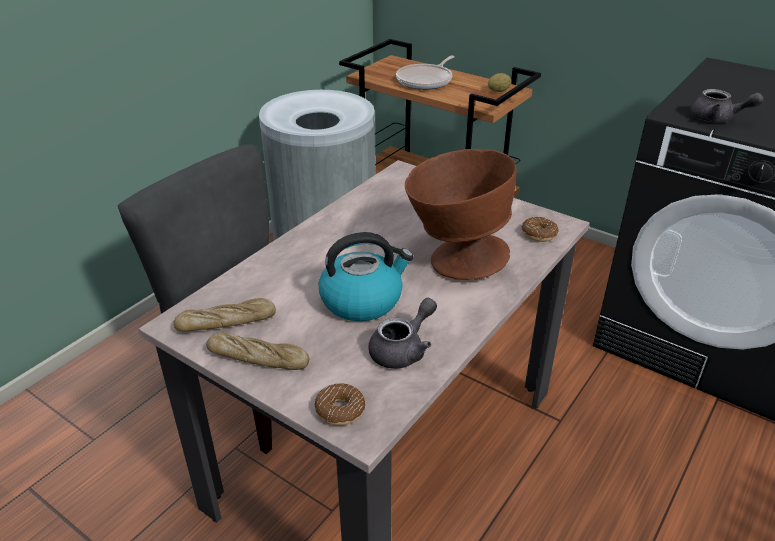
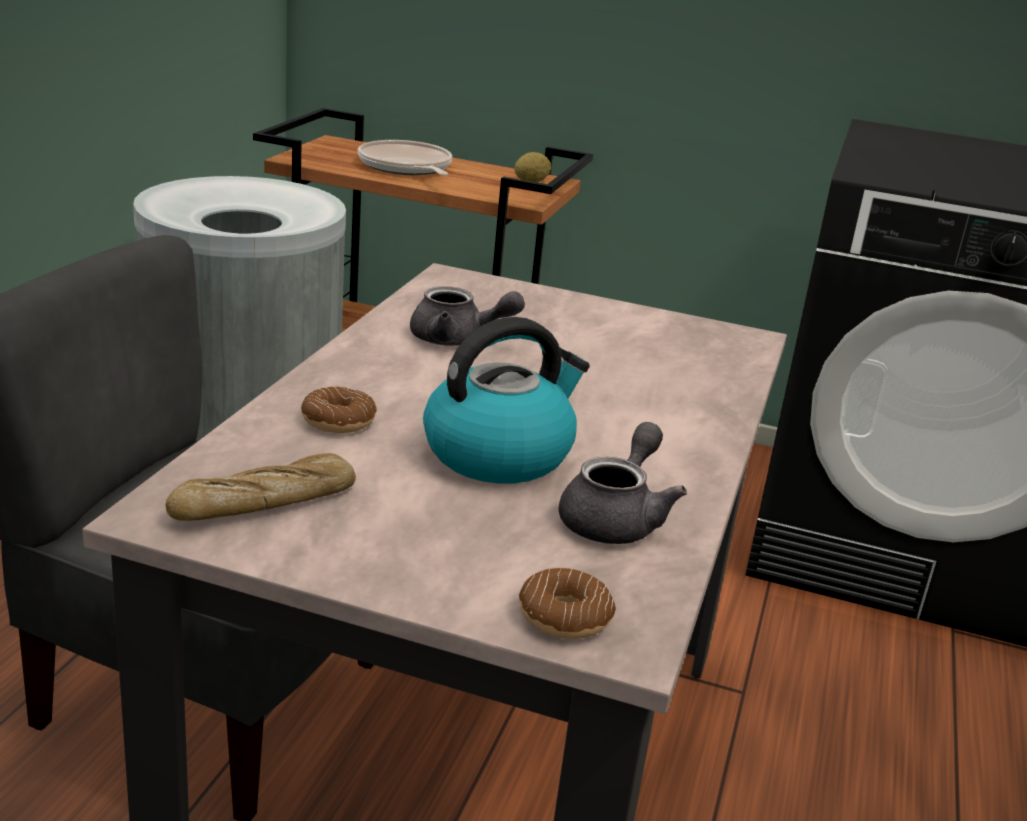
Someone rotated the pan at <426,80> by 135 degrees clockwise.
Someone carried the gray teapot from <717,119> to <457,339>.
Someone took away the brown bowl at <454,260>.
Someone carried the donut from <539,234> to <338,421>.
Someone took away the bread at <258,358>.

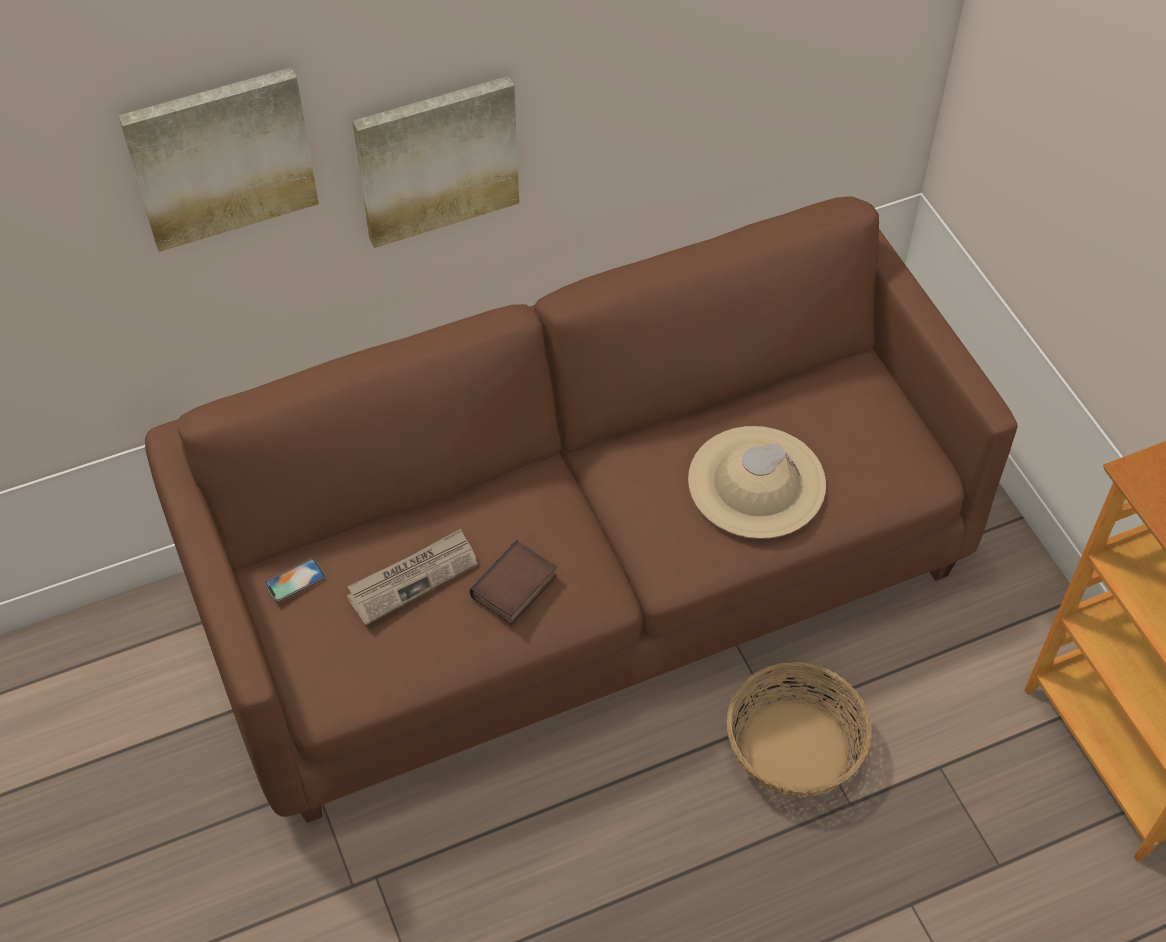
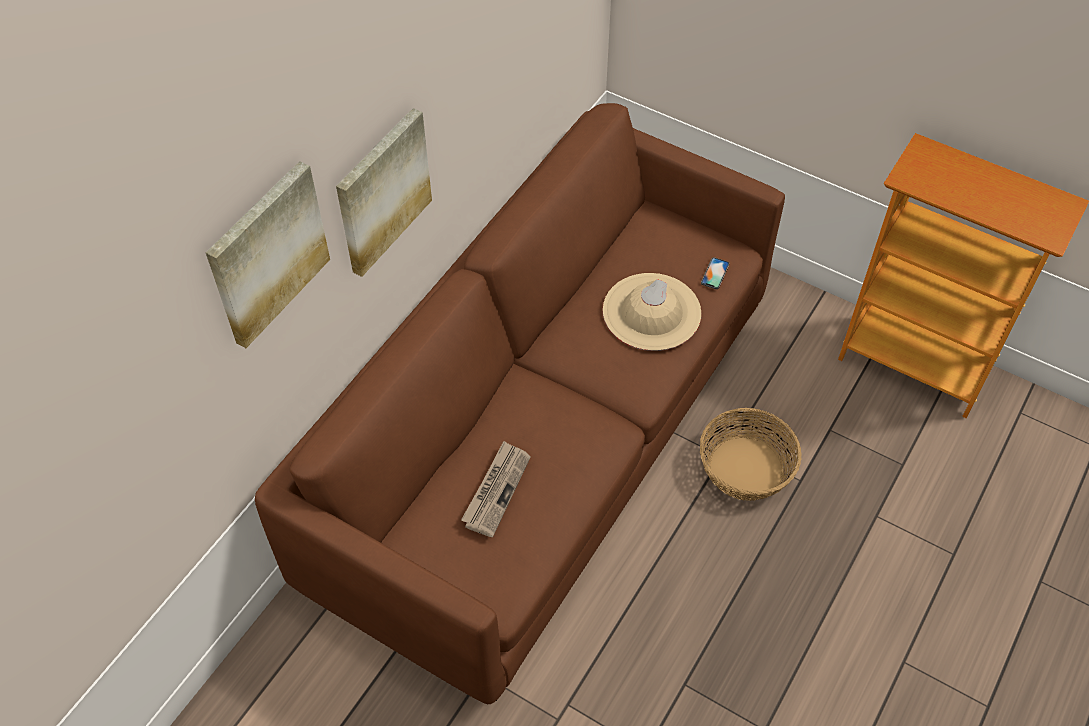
Someone took away the bound book at <515,589>.
Someone carried the phone from <295,580> to <715,273>.

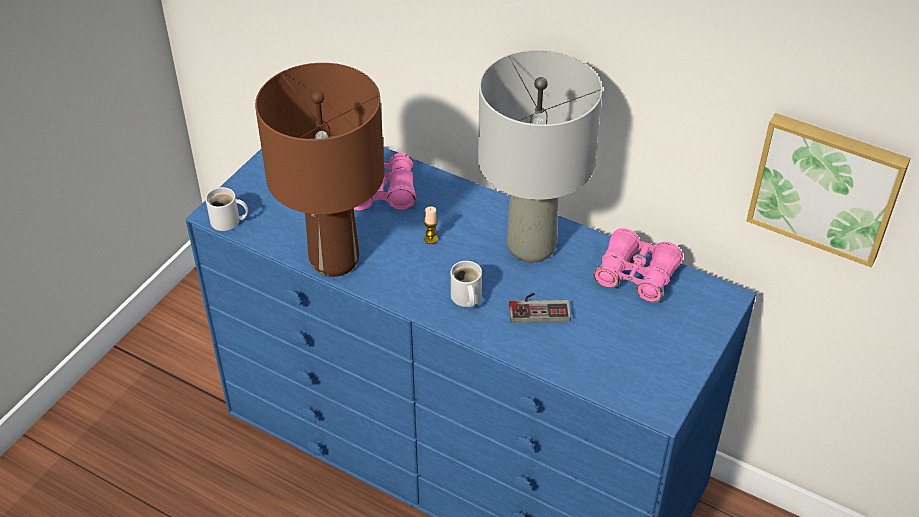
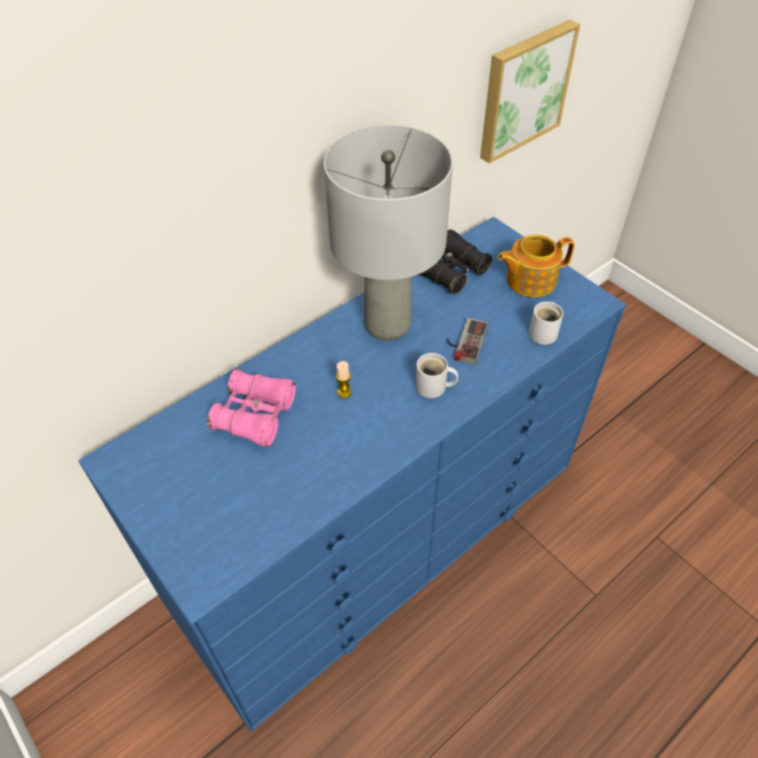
Someone took away the brown tabletop lamp at <334,259>.
Someone carried the white-coloured tea mug from <227,222> to <544,332>.
Someone repainted the pinkish binoculars at <636,275>, which became the black binoculars at <450,271>.
Someone put down the teapot at <529,280>.

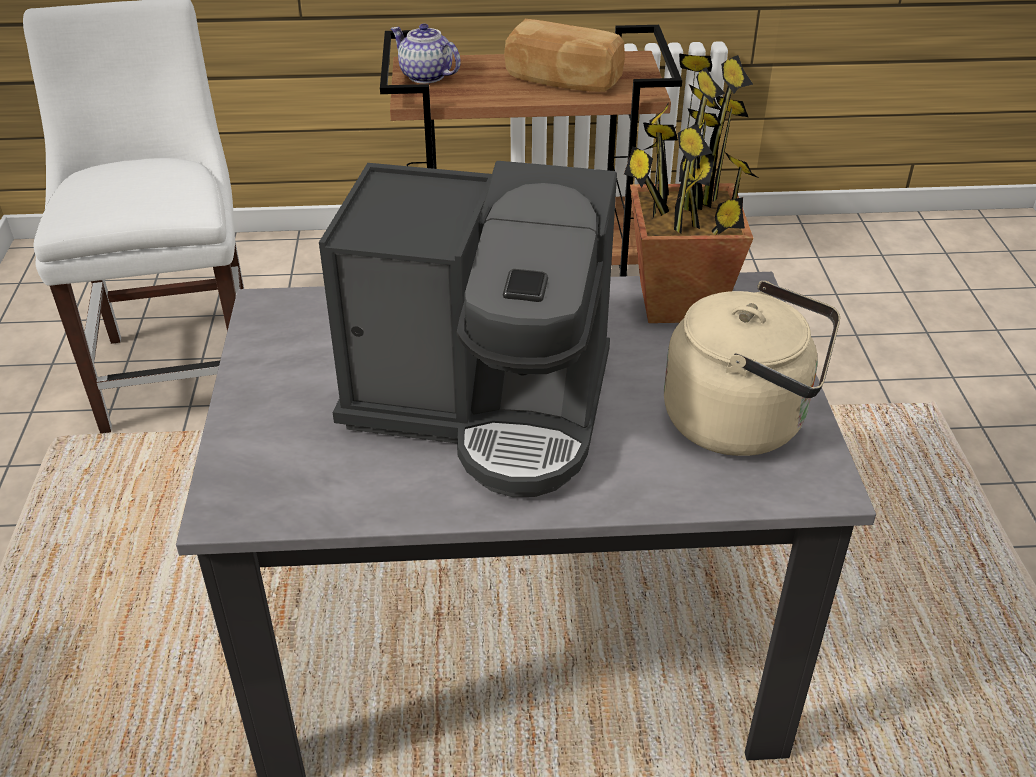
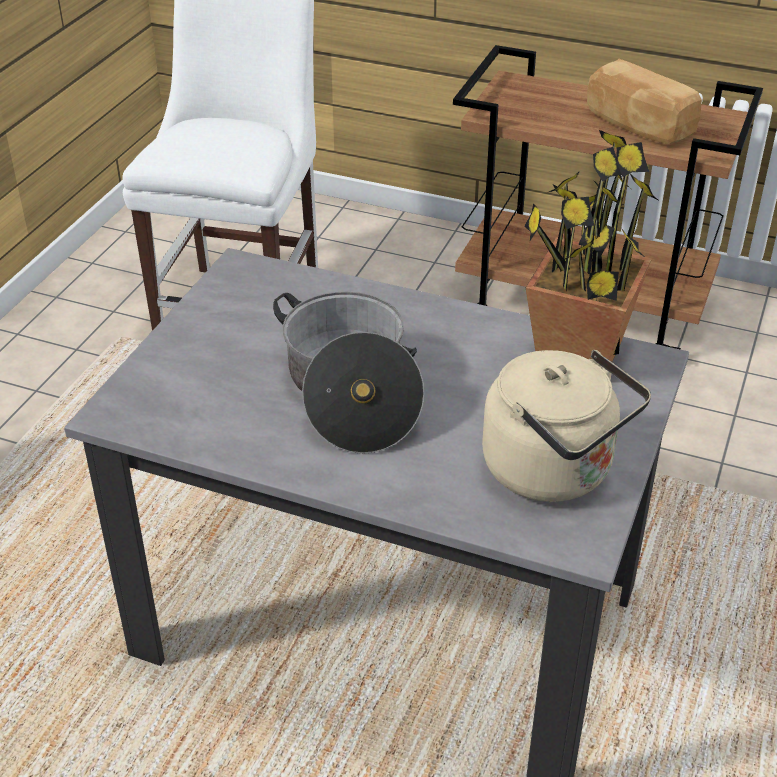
Someone took away the teapot at <425,76>.
Someone swapped the coffee brewer at <483,405> for the stockpot at <350,393>.

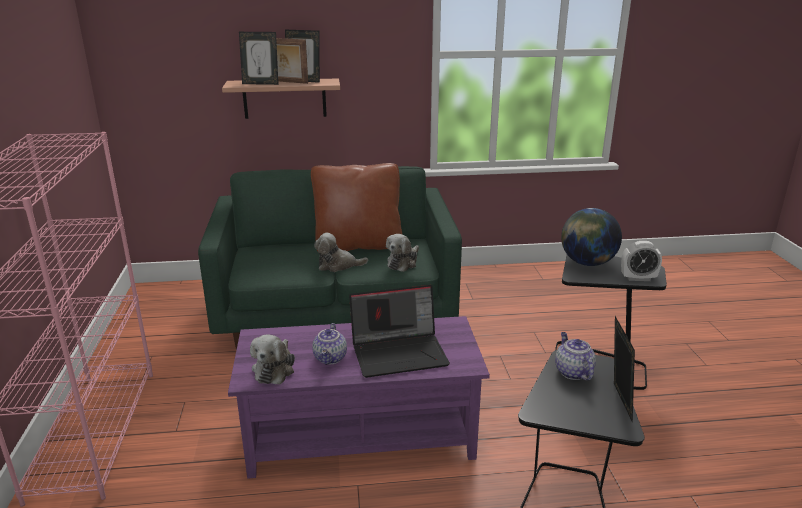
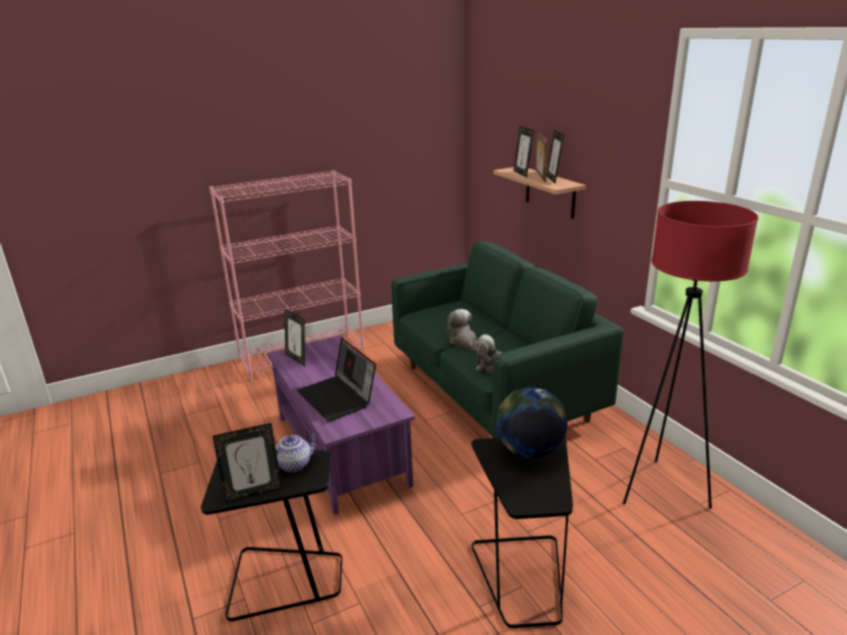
Someone took away the brown cushion at <358,245>.
Someone took away the bedside clock at <638,278>.
Someone took away the teapot at <331,358>.
Someone swapped the soft toy at <274,369> for the picture frame at <297,359>.
Someone put down the red floor lamp at <661,490>.

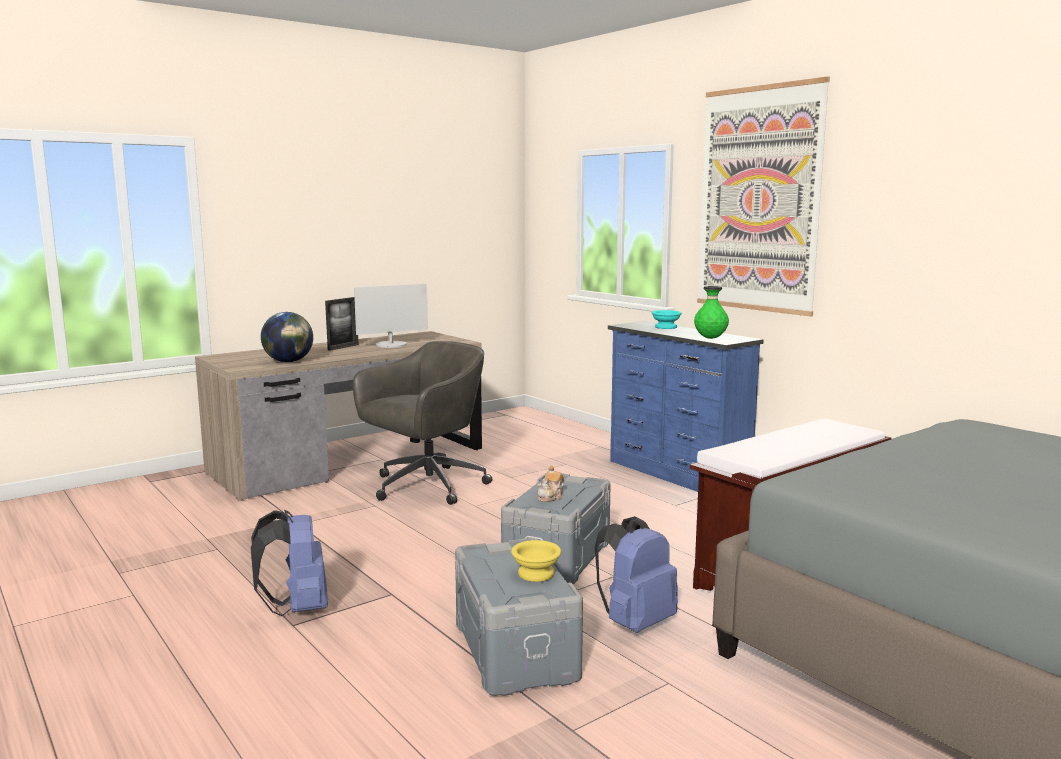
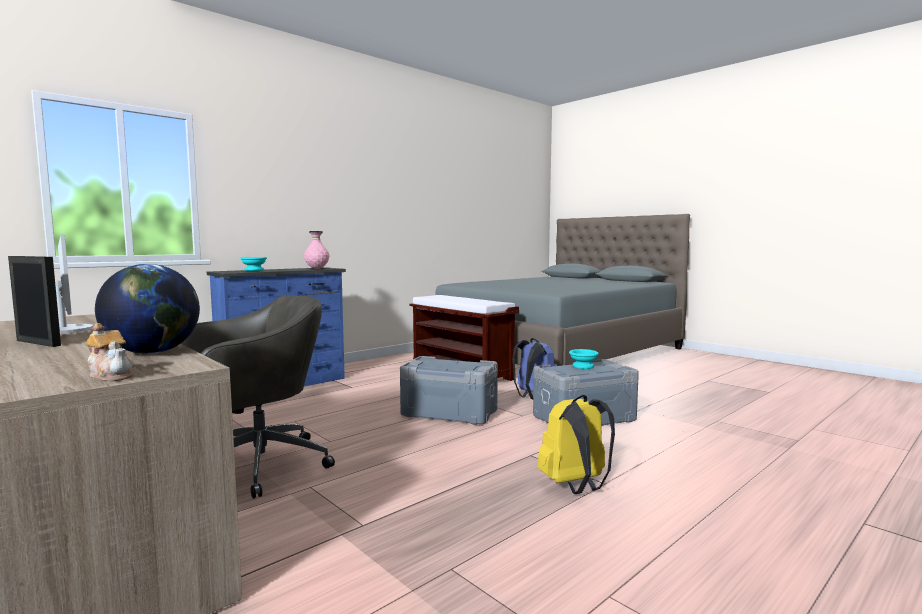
Someone took away the wall art at <758,200>.
Someone repainted the greenish vase at <710,338>, which became the pinkish vase at <317,268>.
Someone rotated the gray desk chair at <426,486> by 105 degrees clockwise.
Someone carried the teapot from <551,497> to <112,376>.
Someone repainted the blue backpack at <298,608>, which became the yellow-coloured backpack at <576,486>.
Someone repainted the yellow-coloured bowl at <536,573>, which became the turquoise-coloured bowl at <582,366>.

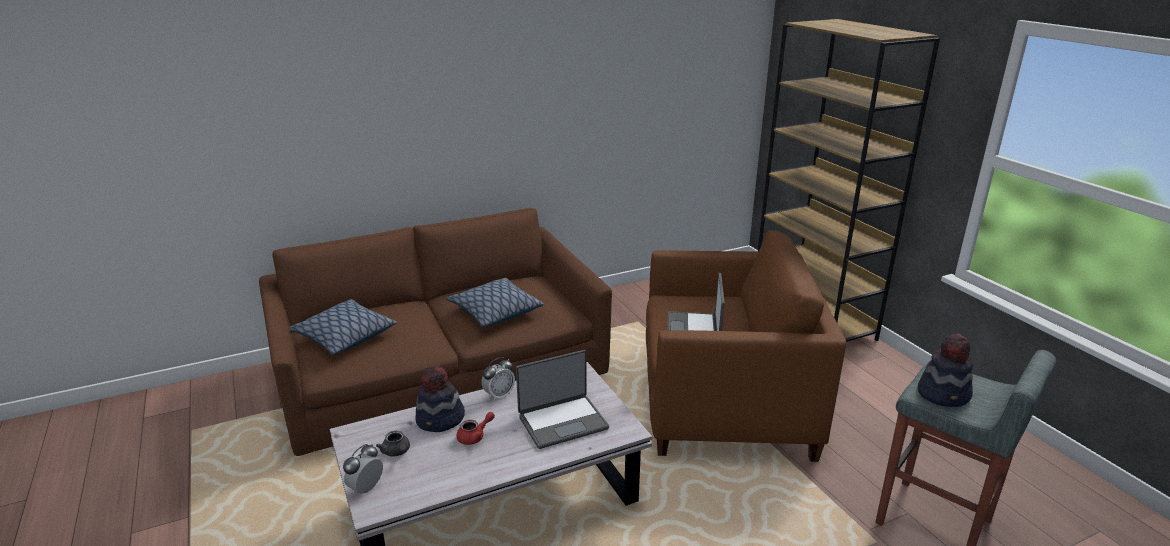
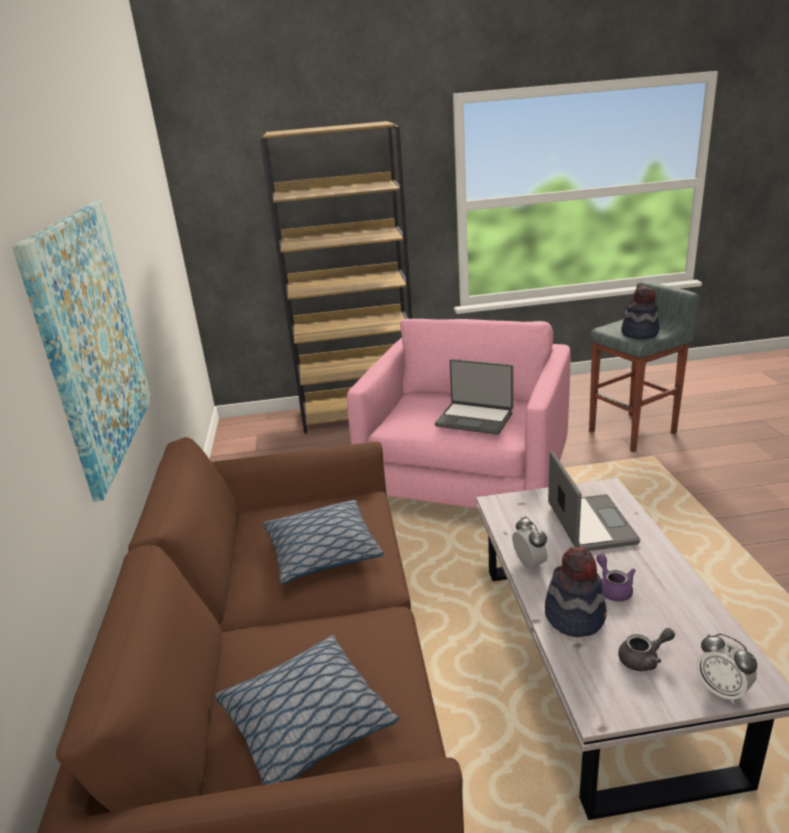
Someone repainted the brown easy chair at <725,403>, which became the pinkish easy chair at <467,482>.
Someone repainted the red teapot at <475,437>, which became the purple teapot at <613,588>.
Someone put up the wall art at <92,340>.

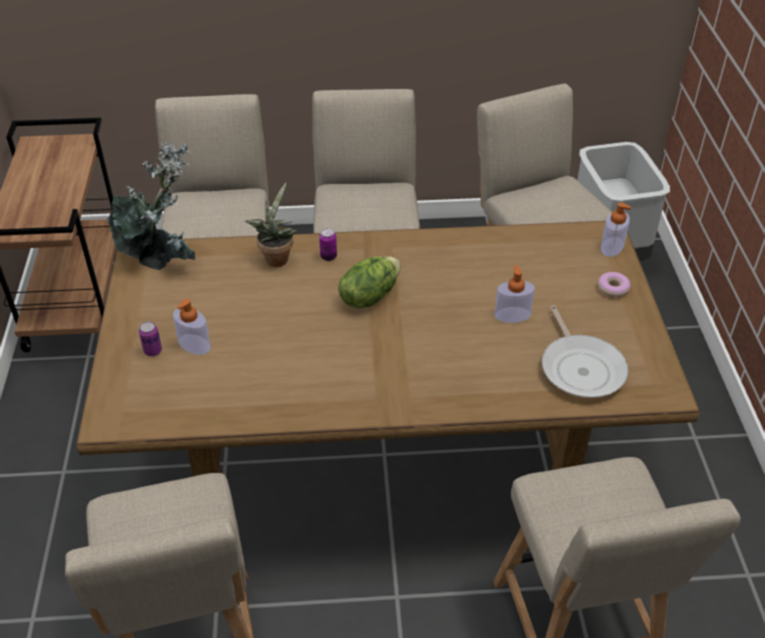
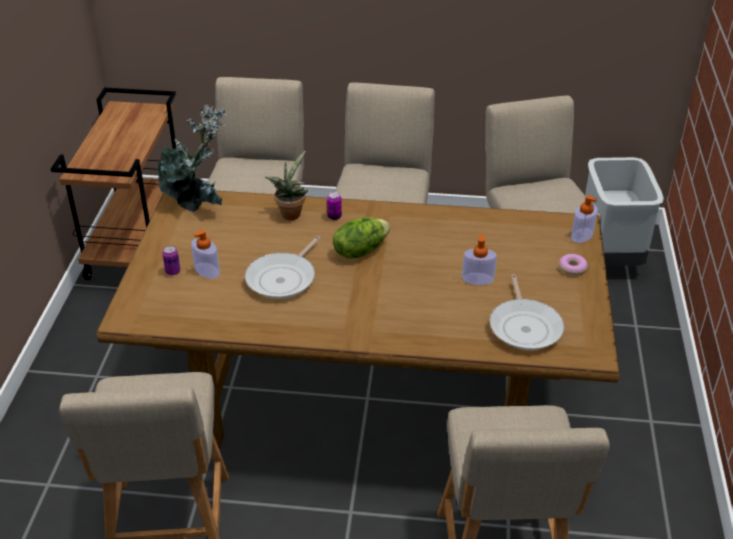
Someone put down the pan at <283,278>.

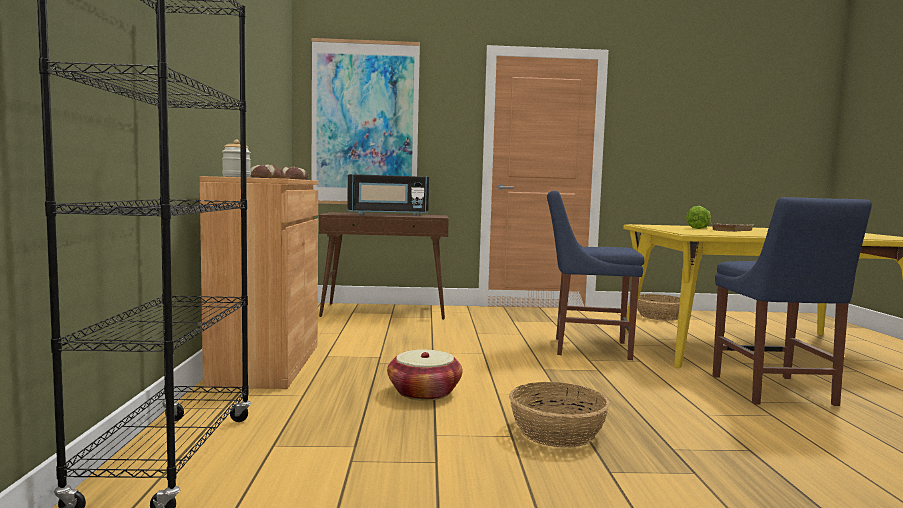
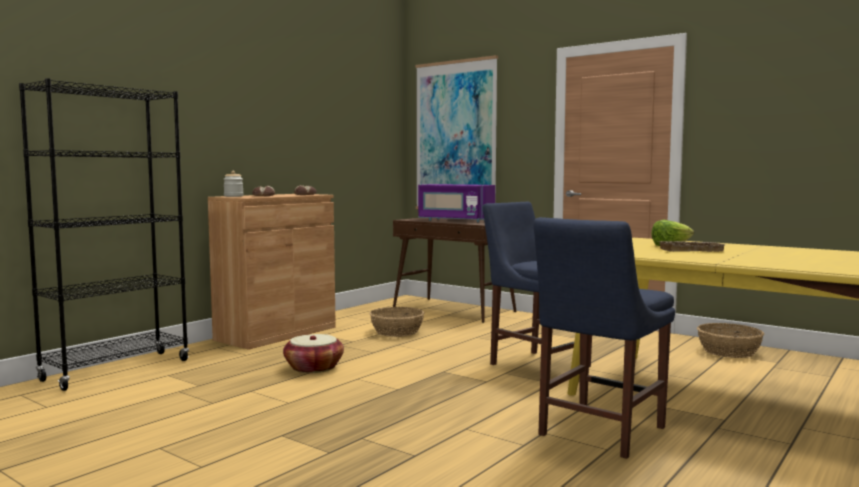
Someone repainted the black microwave at <387,214>, which became the purple microwave at <455,220>.
Someone carried the household basket from <556,432> to <397,331>.

